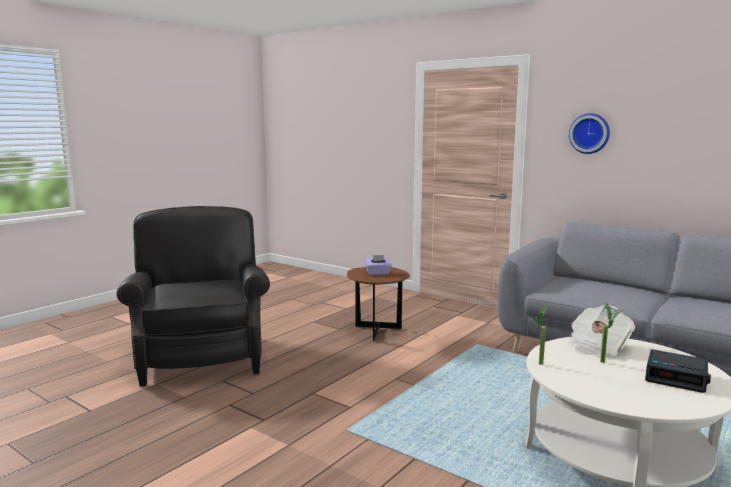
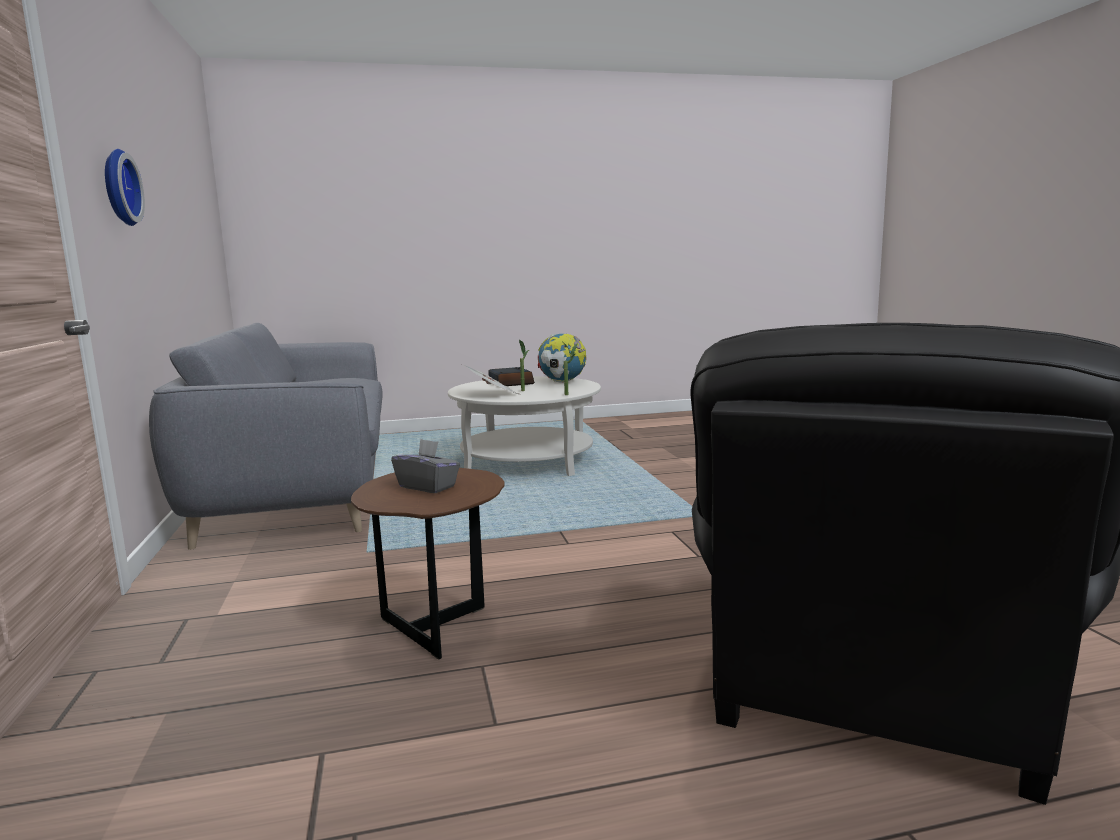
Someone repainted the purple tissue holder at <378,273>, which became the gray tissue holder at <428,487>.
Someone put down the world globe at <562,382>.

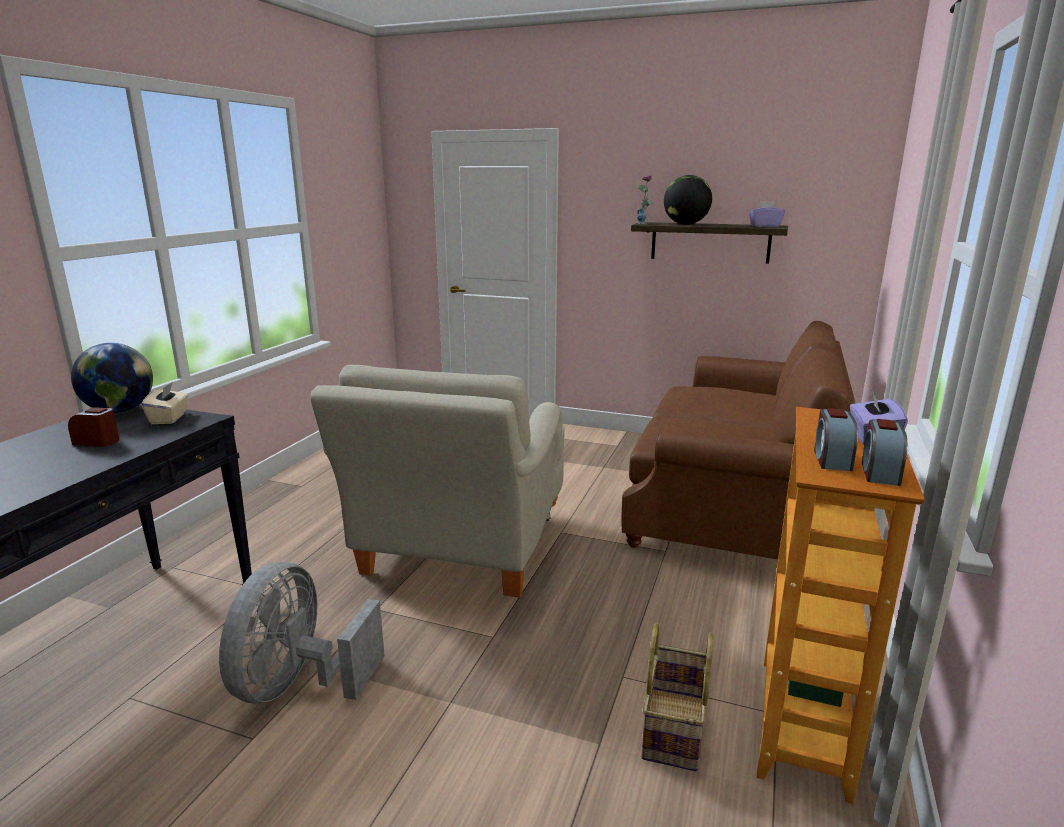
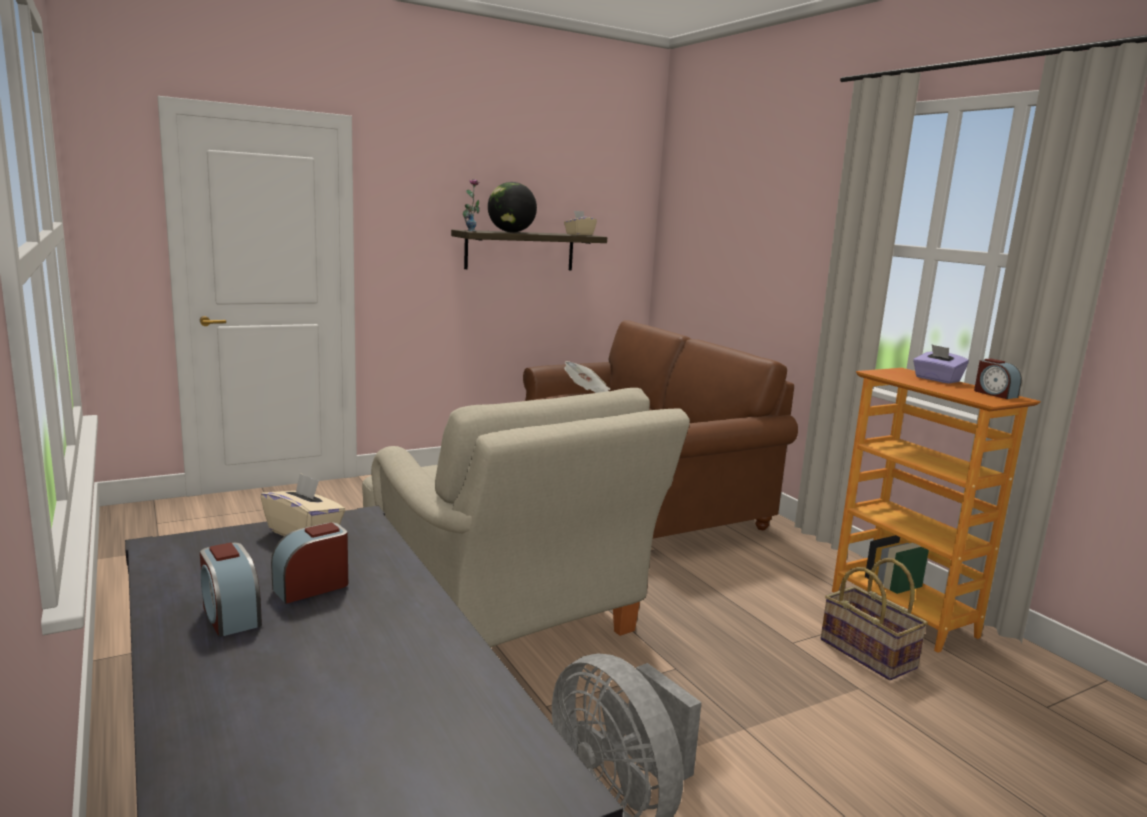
Someone repainted the purple tissue holder at <765,226>, which became the beige-coloured tissue holder at <579,234>.
Someone took away the world globe at <120,410>.
Someone carried the bedside clock from <831,459> to <230,615>.
Someone put down the printed paper at <587,392>.

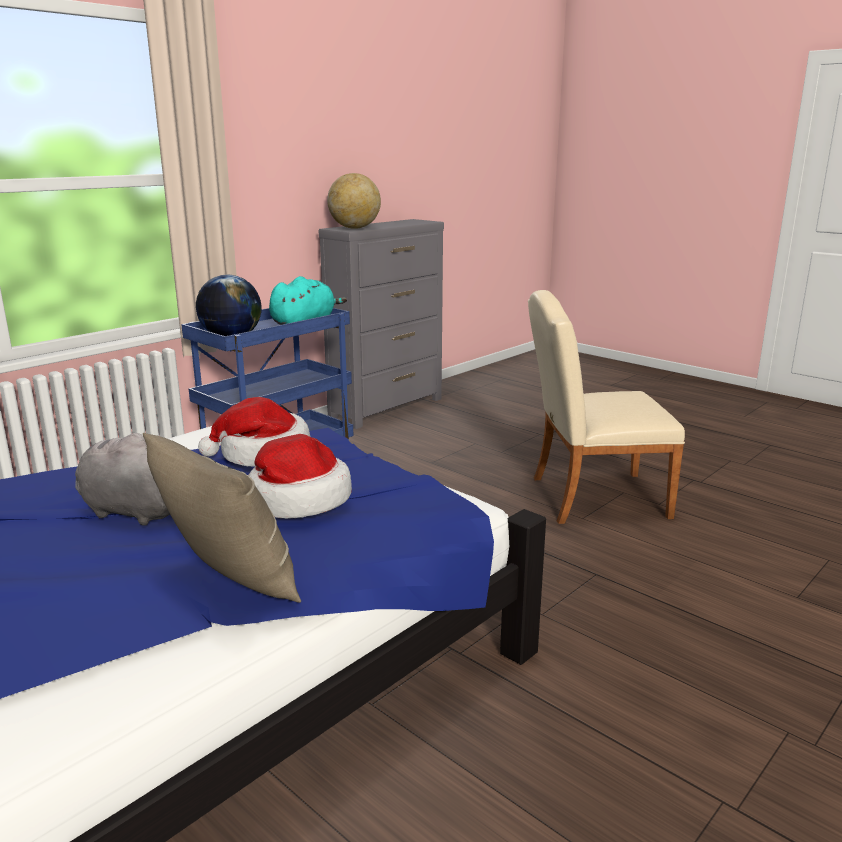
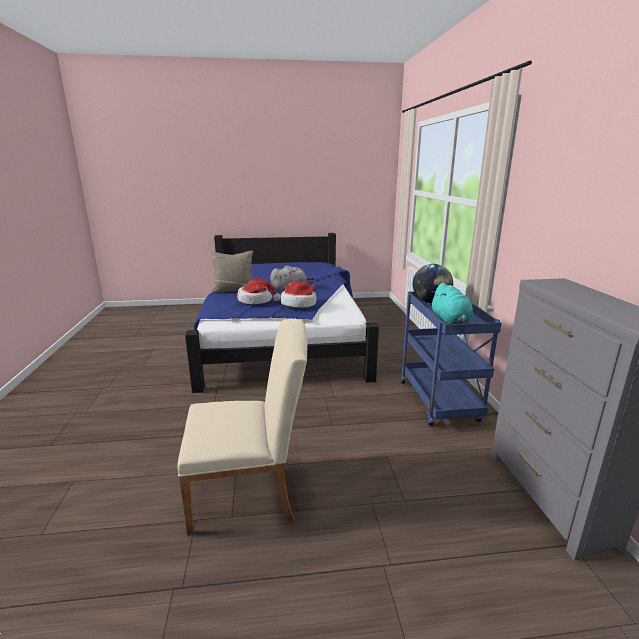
Someone took away the world globe at <355,228>.
Someone rotated the beige-coloured plain chair at <589,497> by 45 degrees clockwise.

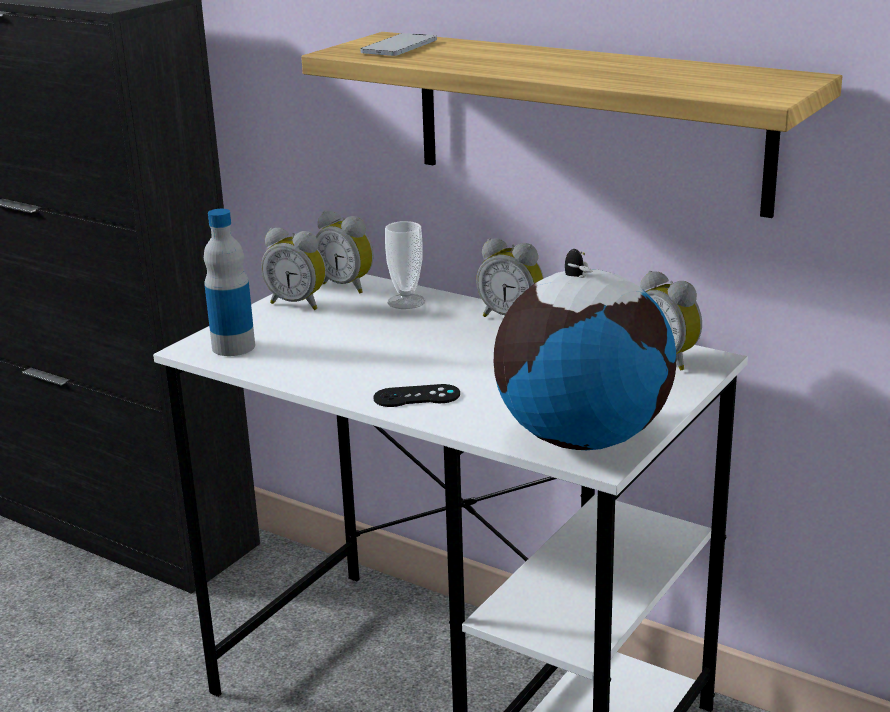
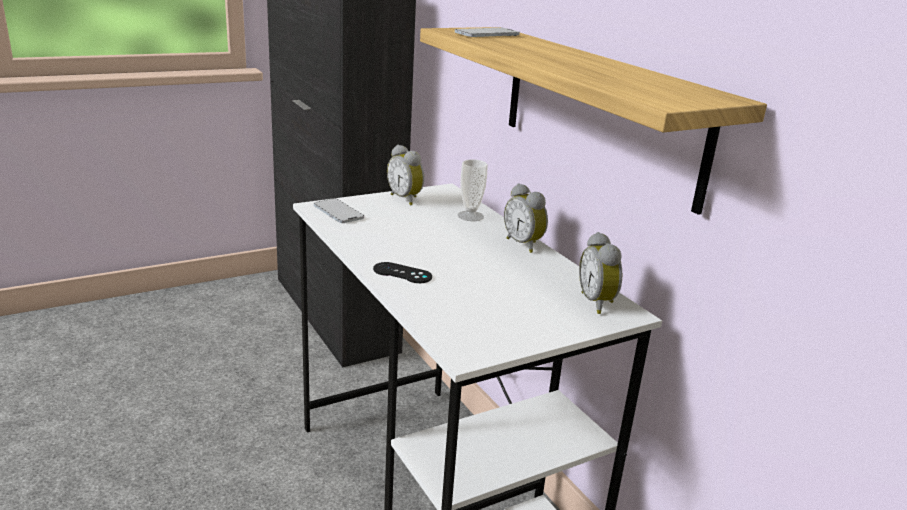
Someone swapped the bottle at <233,347> for the phone at <338,212>.
Someone took away the bedside clock at <348,286>.
Someone took away the world globe at <581,438>.

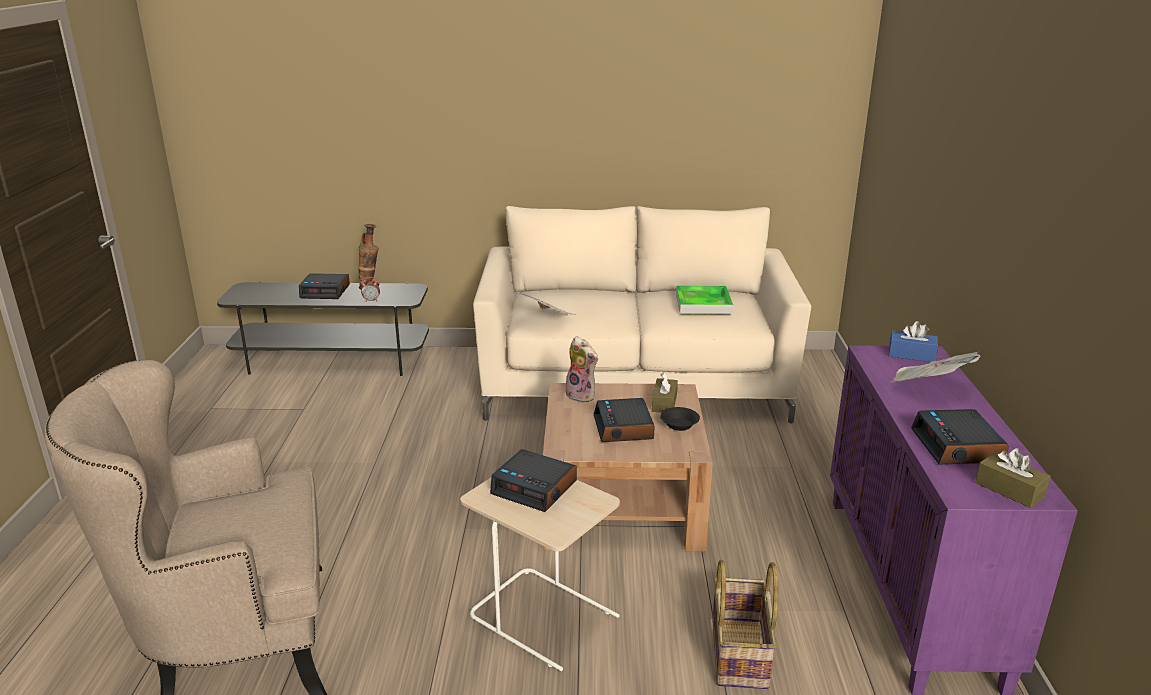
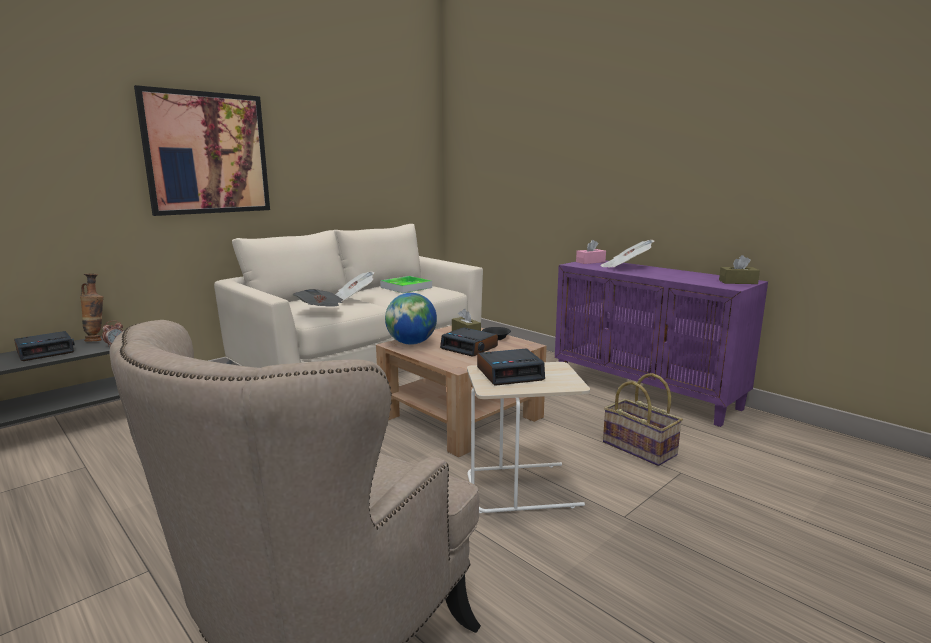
Someone repainted the blue tissue holder at <911,355>, which became the pinkish tissue holder at <590,262>.
Someone swapped the soft toy at <582,395> for the world globe at <411,343>.
Someone took away the bedside clock at <958,447>.
Someone put up the wall art at <207,153>.
Someone put down the printed paper at <351,299>.

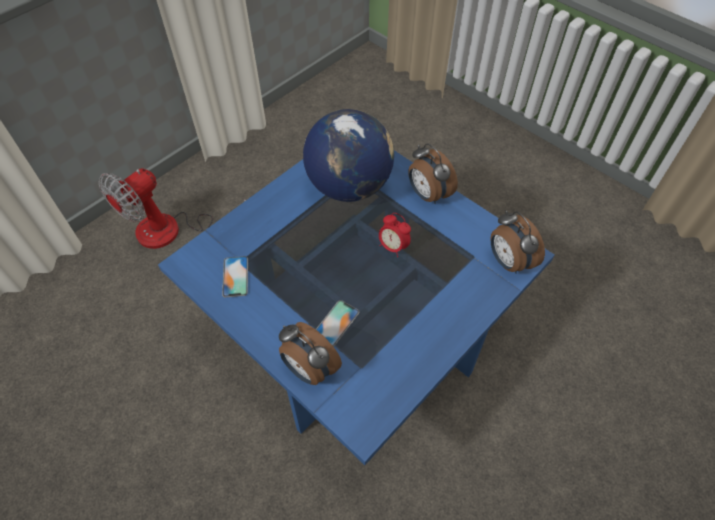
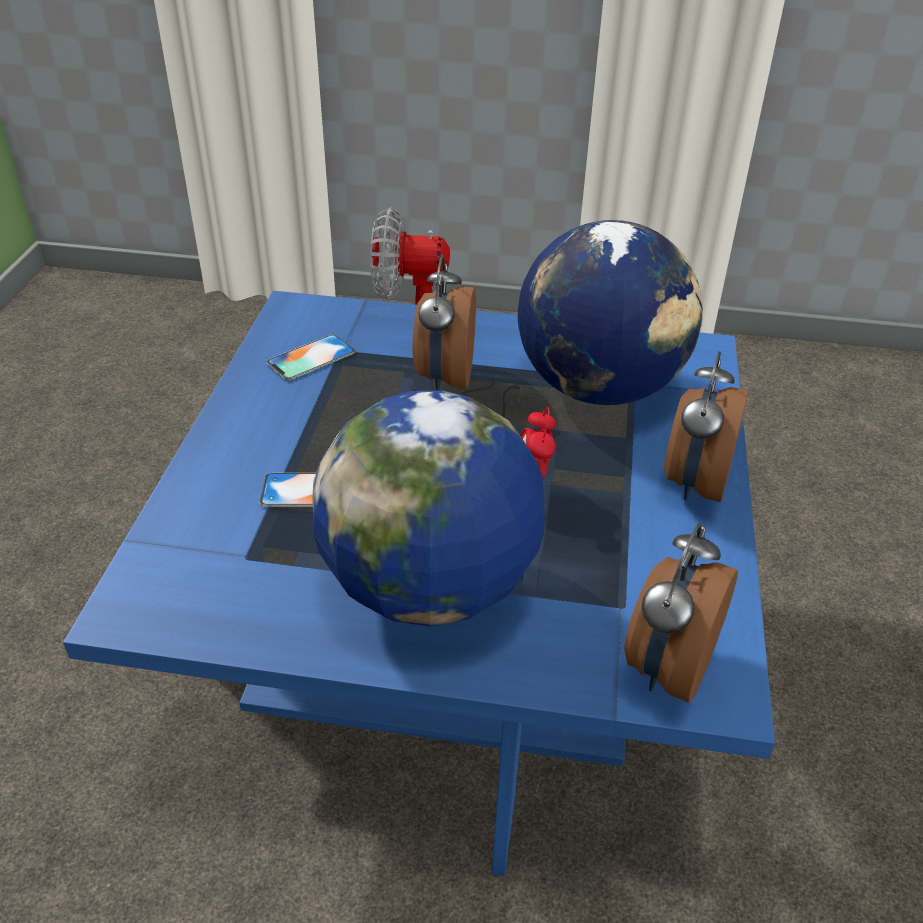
Someone carried the bedside clock from <309,369> to <443,377>.
Someone put down the world globe at <430,587>.

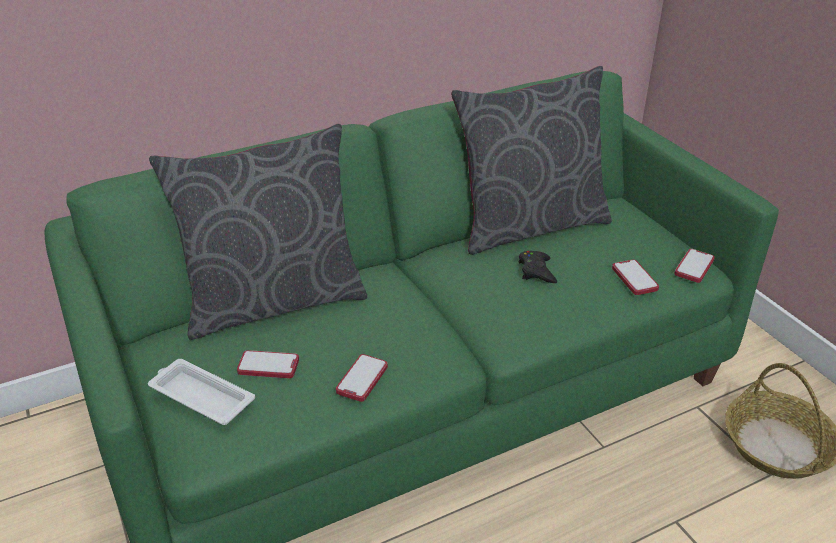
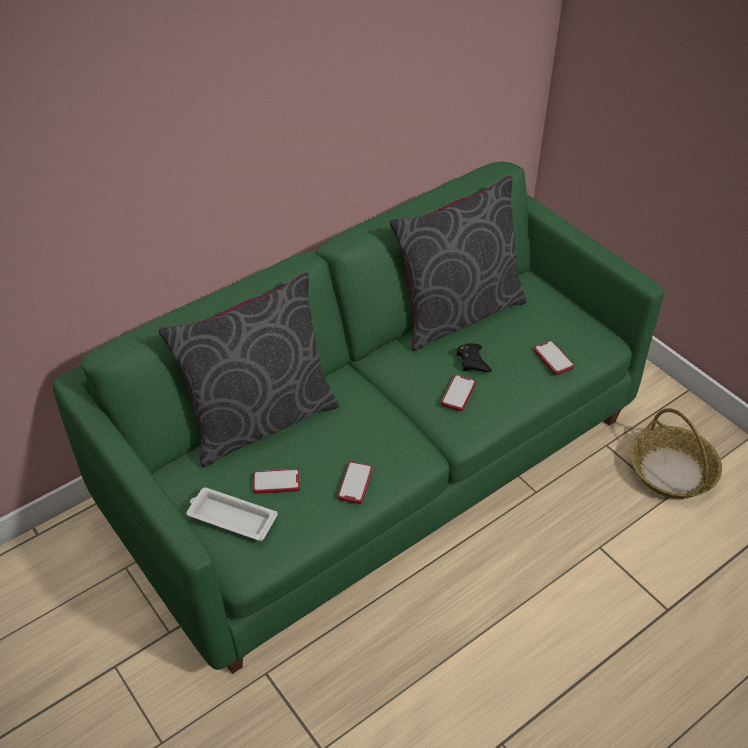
Someone carried the phone from <694,267> to <458,394>.

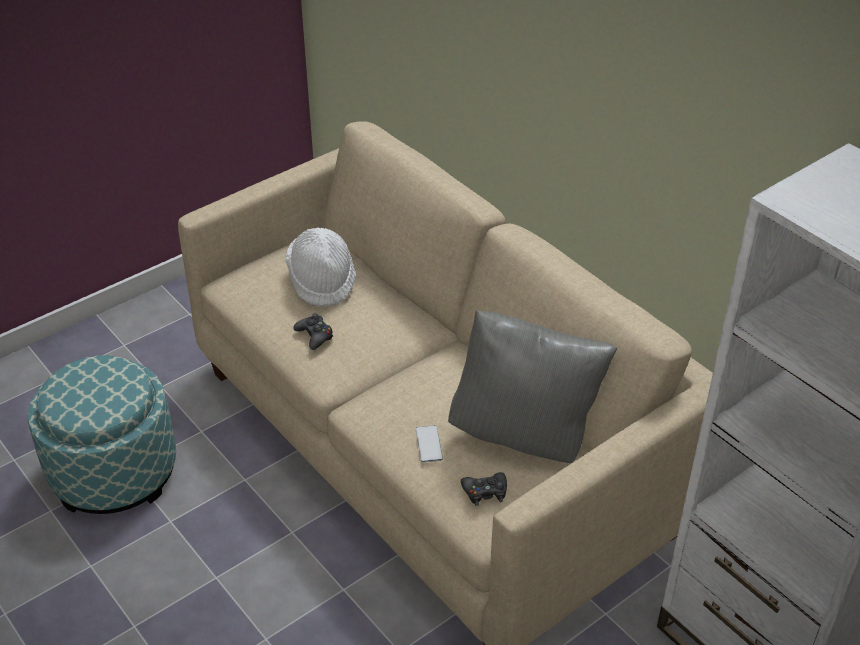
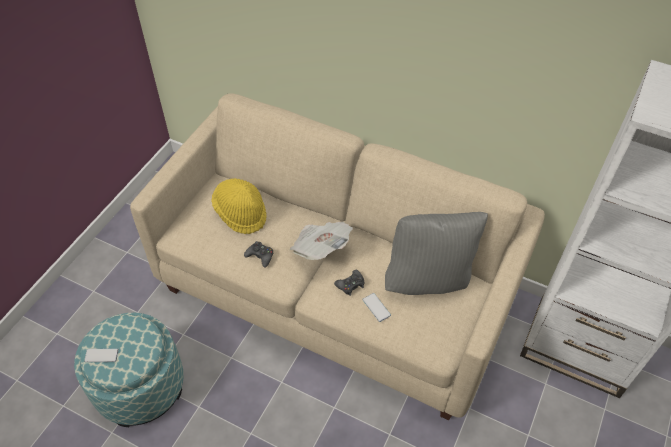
Someone repainted the white-coloured clothing hat at <322,280>, which became the yellow-coloured clothing hat at <241,213>.
Someone carried the black gamepad from <485,492> to <350,285>.
Someone put down the printed paper at <320,248>.
Someone put down the phone at <101,355>.

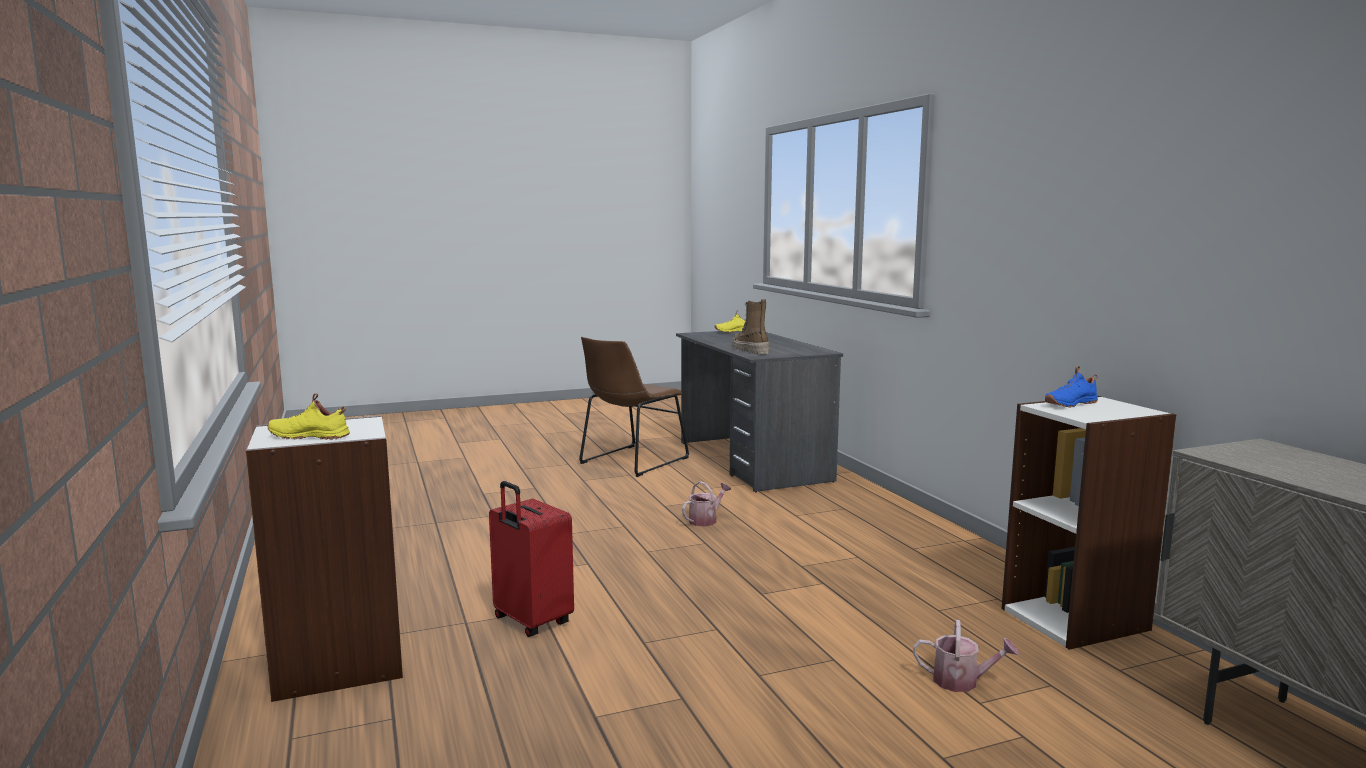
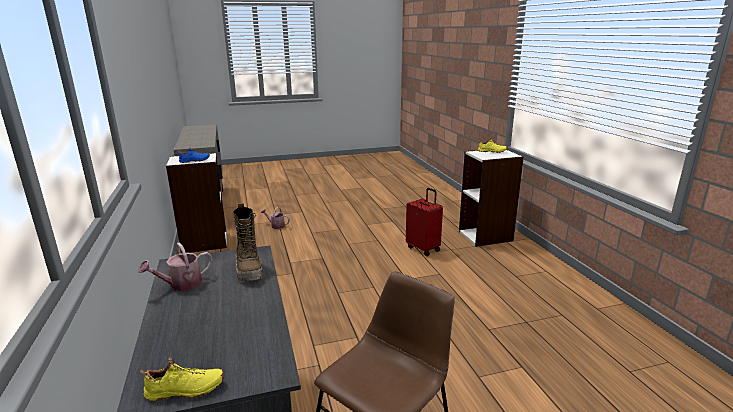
Someone carried the sprinkling can from <705,520> to <181,285>.

